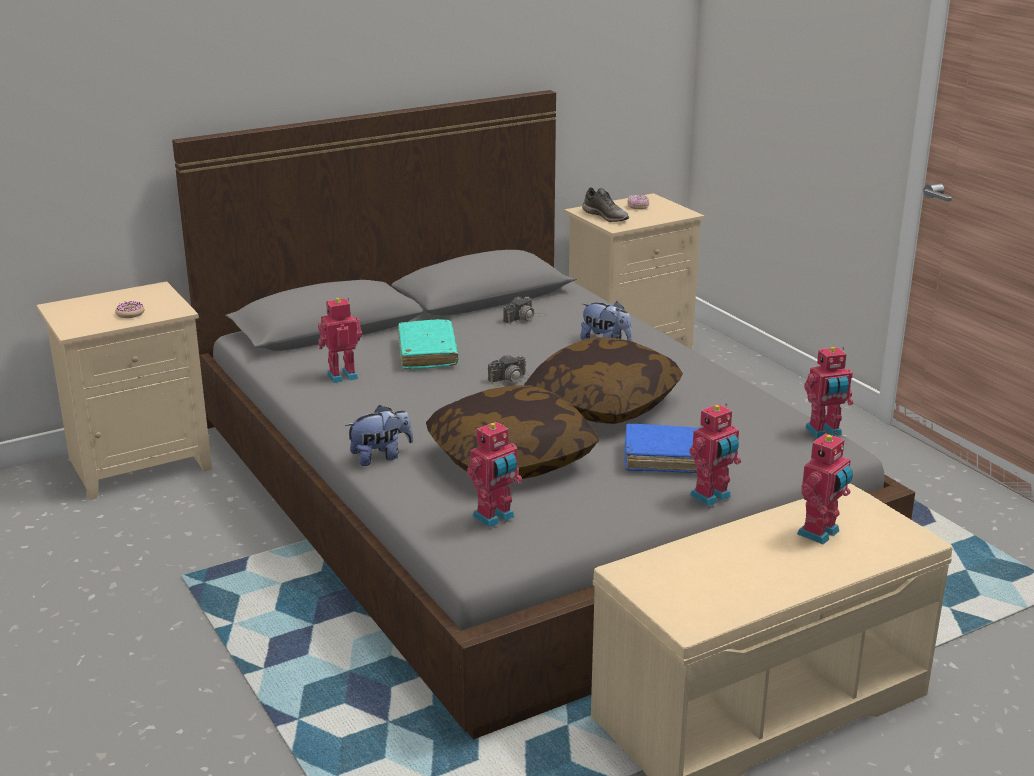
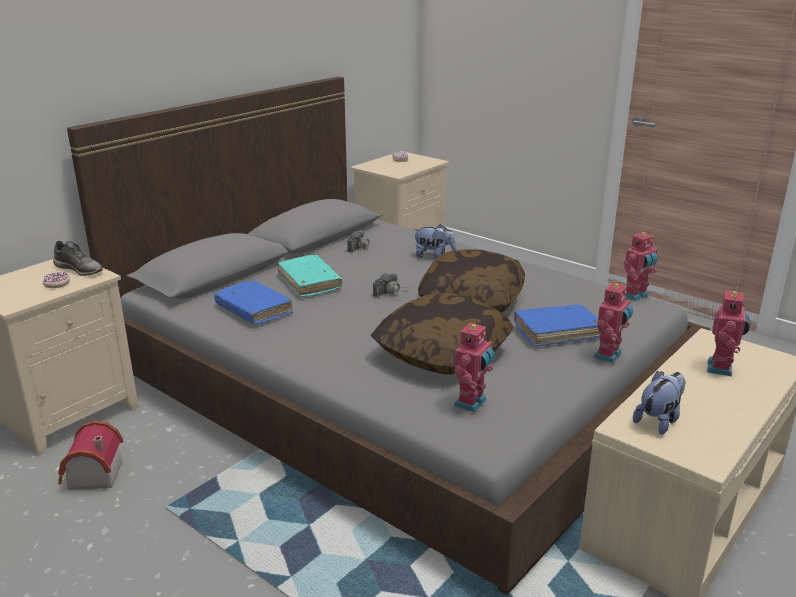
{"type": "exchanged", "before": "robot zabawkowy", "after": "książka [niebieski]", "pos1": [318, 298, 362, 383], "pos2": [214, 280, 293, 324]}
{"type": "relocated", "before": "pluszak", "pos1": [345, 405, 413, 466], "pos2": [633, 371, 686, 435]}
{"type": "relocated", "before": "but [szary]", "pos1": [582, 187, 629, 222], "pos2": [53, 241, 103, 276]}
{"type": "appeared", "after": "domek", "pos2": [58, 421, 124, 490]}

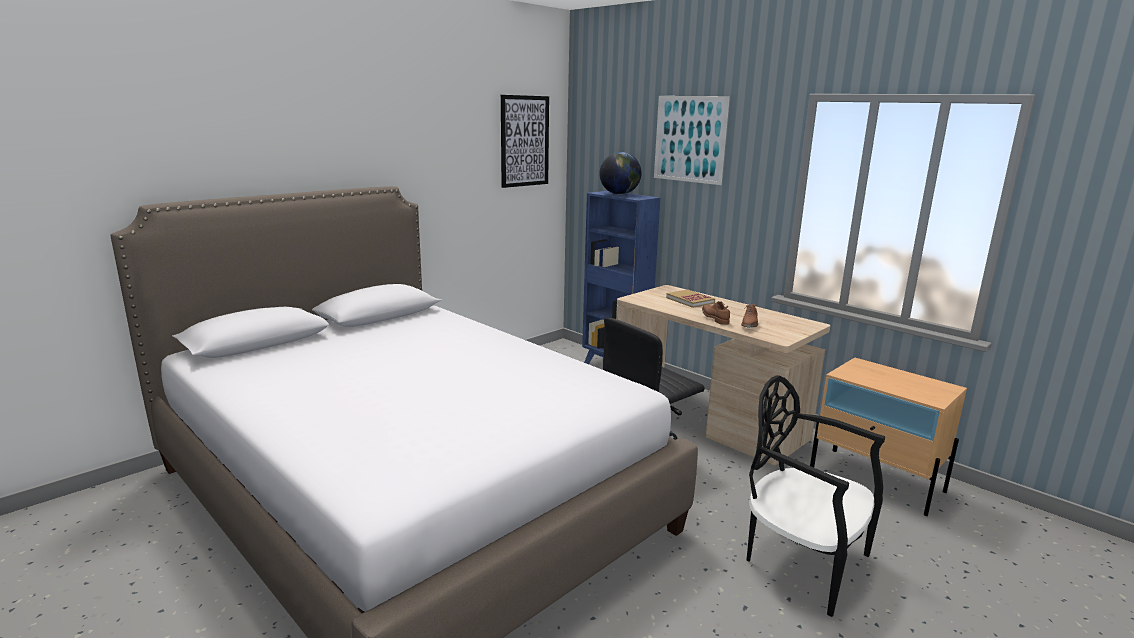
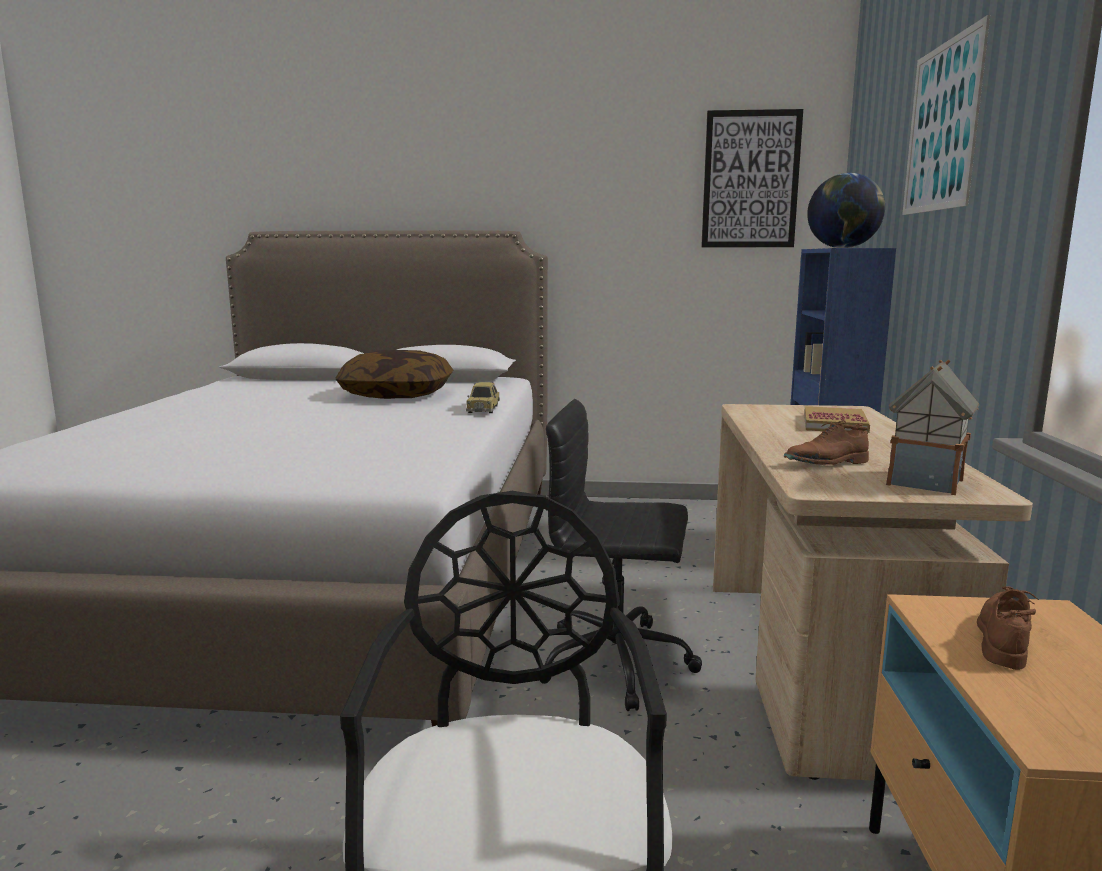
{"type": "relocated", "before": "but [brązowy]", "pos1": [702, 301, 730, 325], "pos2": [977, 586, 1038, 670]}
{"type": "appeared", "after": "poduszka", "pos2": [335, 350, 453, 399]}
{"type": "appeared", "after": "samochodzik", "pos2": [466, 382, 500, 413]}
{"type": "appeared", "after": "domek", "pos2": [886, 359, 979, 495]}

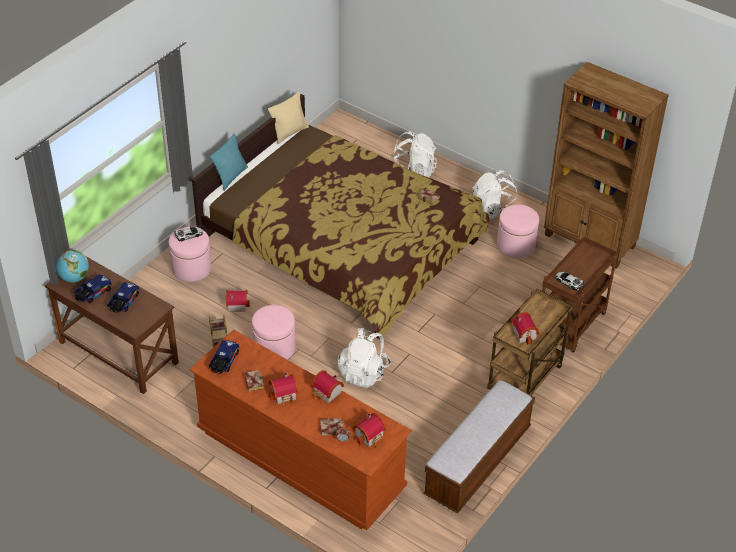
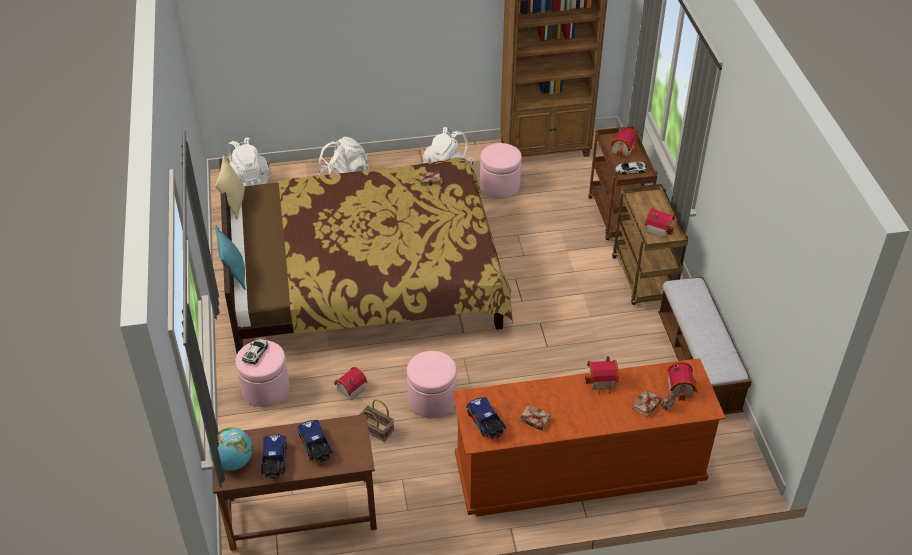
{"type": "relocated", "before": "domek", "pos1": [269, 372, 298, 407], "pos2": [611, 127, 637, 158]}
{"type": "relocated", "before": "plecak [biały]", "pos1": [338, 328, 391, 388], "pos2": [227, 137, 271, 186]}

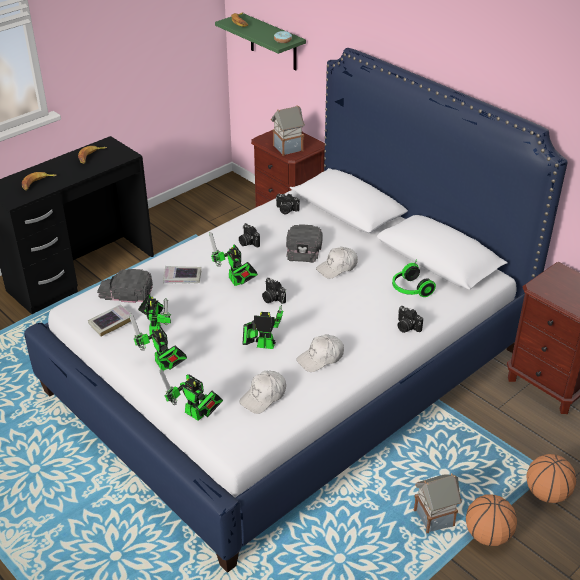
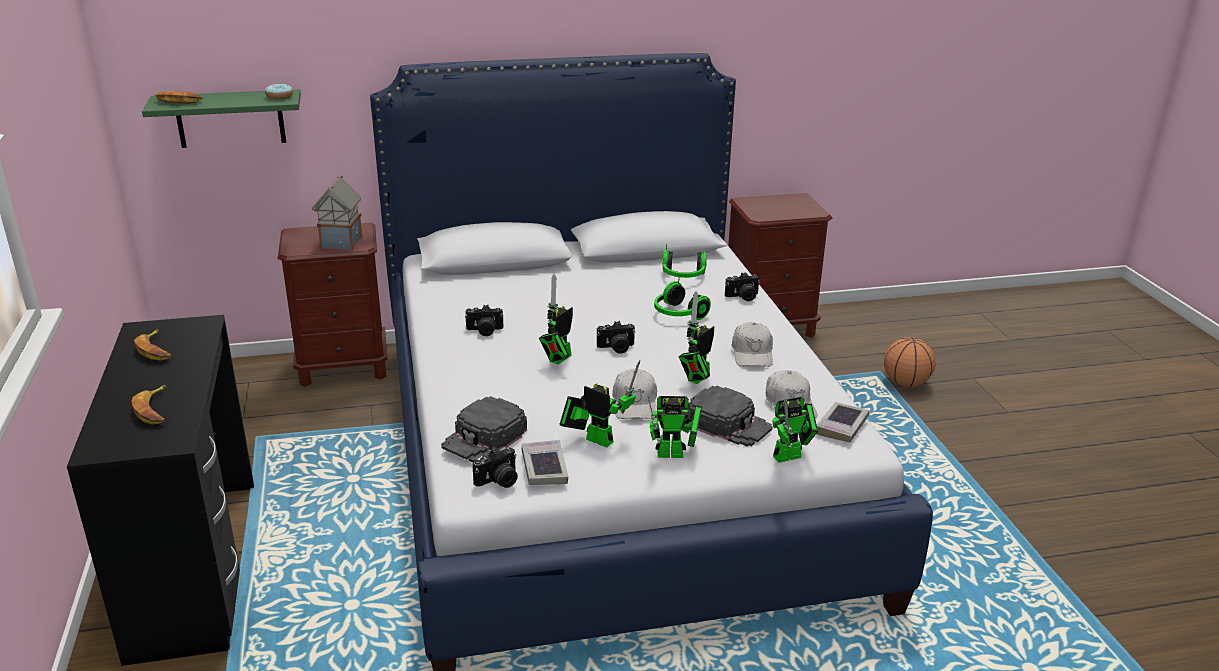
{"type": "relocated", "before": "książka", "pos1": [163, 266, 201, 283], "pos2": [817, 402, 869, 442]}
{"type": "spun", "before": "robot zabawkowy", "pos1": [209, 232, 258, 286], "pos2": [539, 274, 573, 365], "turn": 120}
{"type": "relocated", "before": "aparat fotograficzny", "pos1": [276, 193, 300, 215], "pos2": [472, 447, 518, 488]}
{"type": "relocated", "before": "czapka z daszkiem [czarny]", "pos1": [286, 224, 323, 263], "pos2": [688, 385, 773, 447]}
{"type": "relocated", "before": "czapka z daszkiem [biały]", "pos1": [316, 247, 358, 279], "pos2": [612, 369, 657, 419]}
{"type": "missing", "before": "domek", "pos1": [414, 473, 462, 533]}
{"type": "missing", "before": "piłka do koszykówki", "pos1": [466, 495, 517, 546]}
{"type": "appeared", "after": "słuchawki", "pos2": [654, 276, 711, 320]}

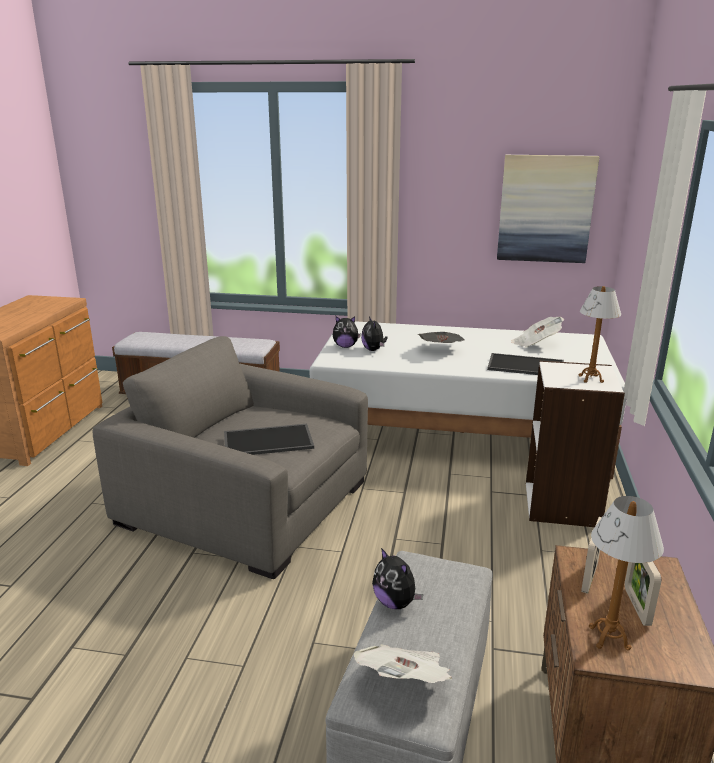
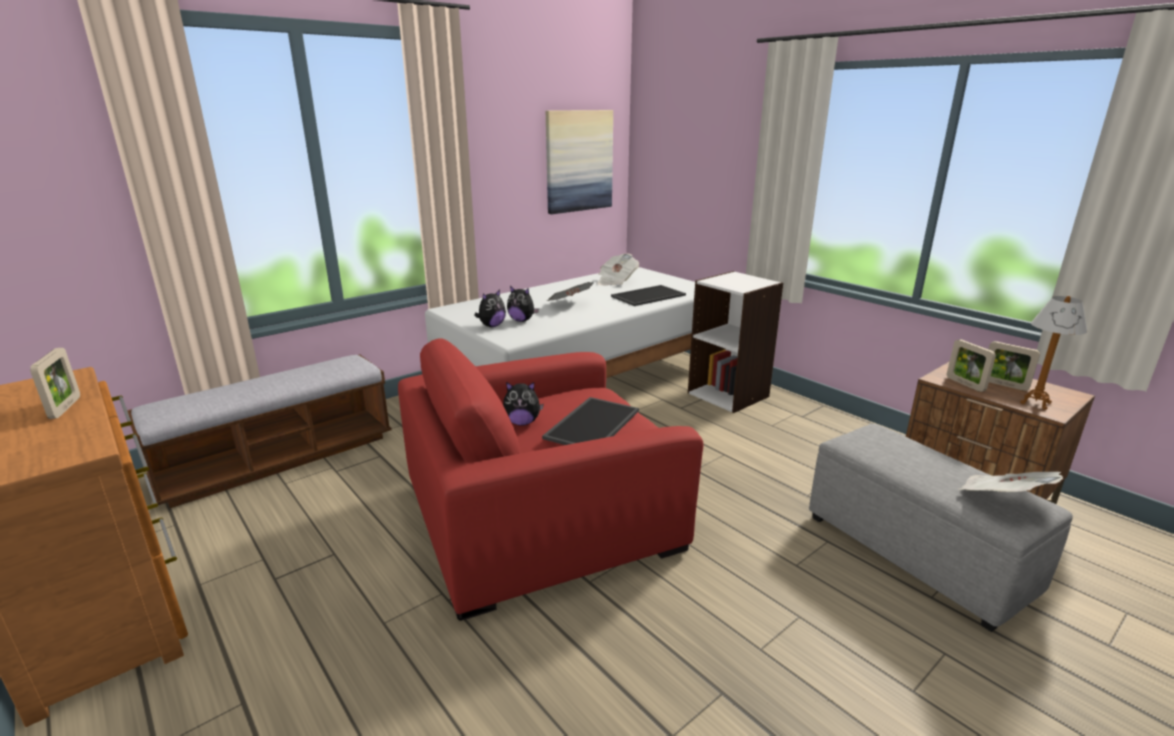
{"type": "colour", "before": "fotel [szary]", "after": "fotel [czerwony]", "pos1": [93, 336, 368, 579], "pos2": [398, 338, 703, 621]}
{"type": "relocated", "before": "pluszak", "pos1": [372, 548, 423, 609], "pos2": [503, 382, 544, 426]}
{"type": "missing", "before": "lampa stołowa", "pos1": [579, 286, 621, 383]}
{"type": "appeared", "after": "ramka na zdjęcie", "pos2": [30, 348, 80, 419]}

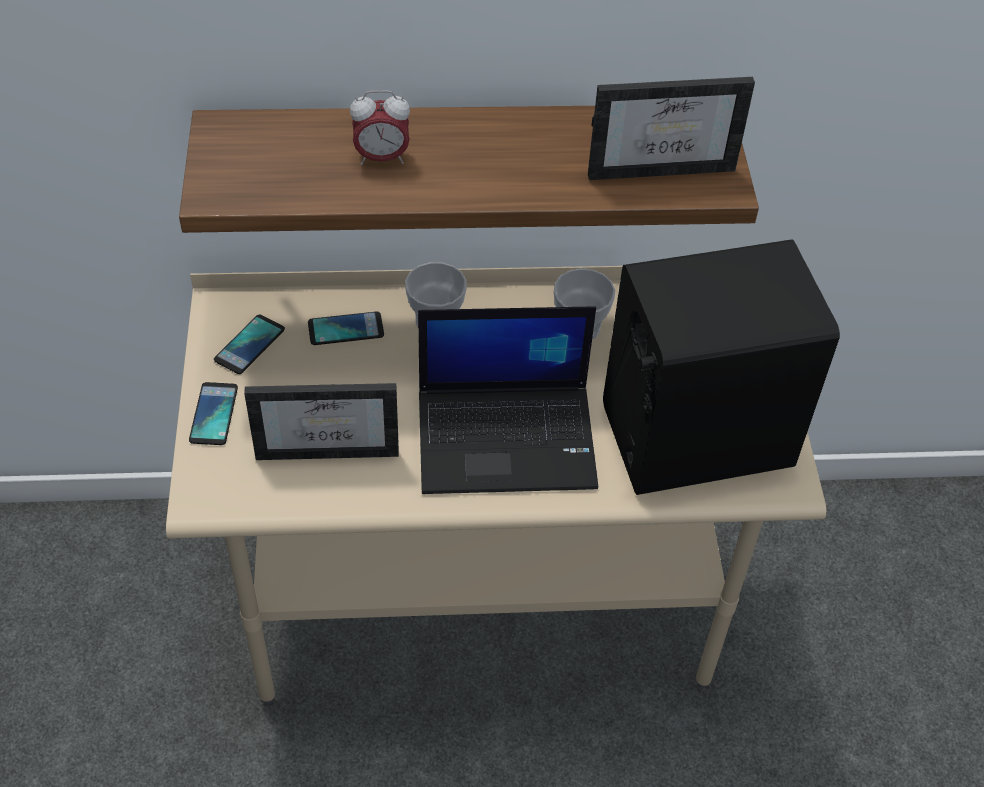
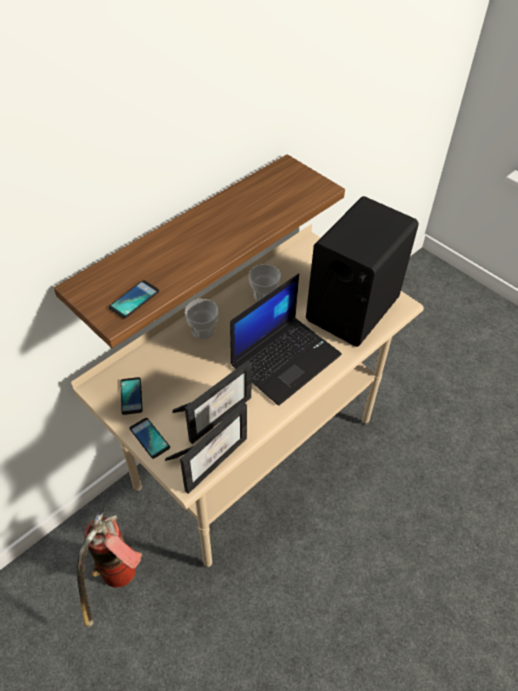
{"type": "relocated", "before": "telefon", "pos1": [308, 311, 384, 345], "pos2": [108, 280, 159, 319]}
{"type": "missing", "before": "budzik", "pos1": [350, 90, 410, 165]}
{"type": "relocated", "before": "ramka na zdjęcie", "pos1": [588, 77, 755, 180], "pos2": [165, 402, 247, 494]}
{"type": "appeared", "after": "gaśnica", "pos2": [77, 510, 142, 628]}

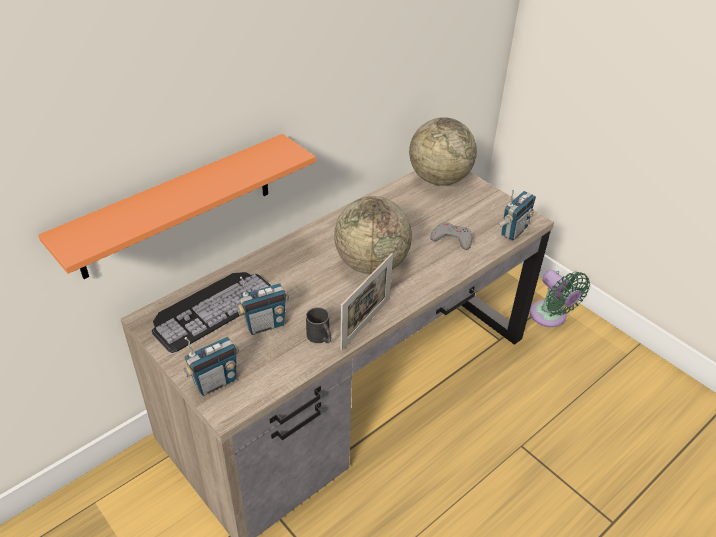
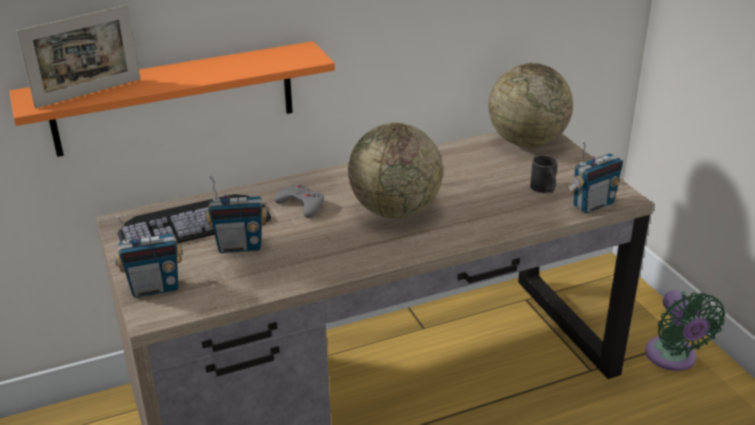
{"type": "relocated", "before": "kubek [czarny]", "pos1": [306, 307, 331, 343], "pos2": [530, 155, 557, 193]}
{"type": "relocated", "before": "ramka na zdjęcie", "pos1": [340, 253, 393, 351], "pos2": [17, 5, 140, 108]}
{"type": "relocated", "before": "pad do gier [szary]", "pos1": [430, 222, 472, 250], "pos2": [274, 184, 324, 218]}

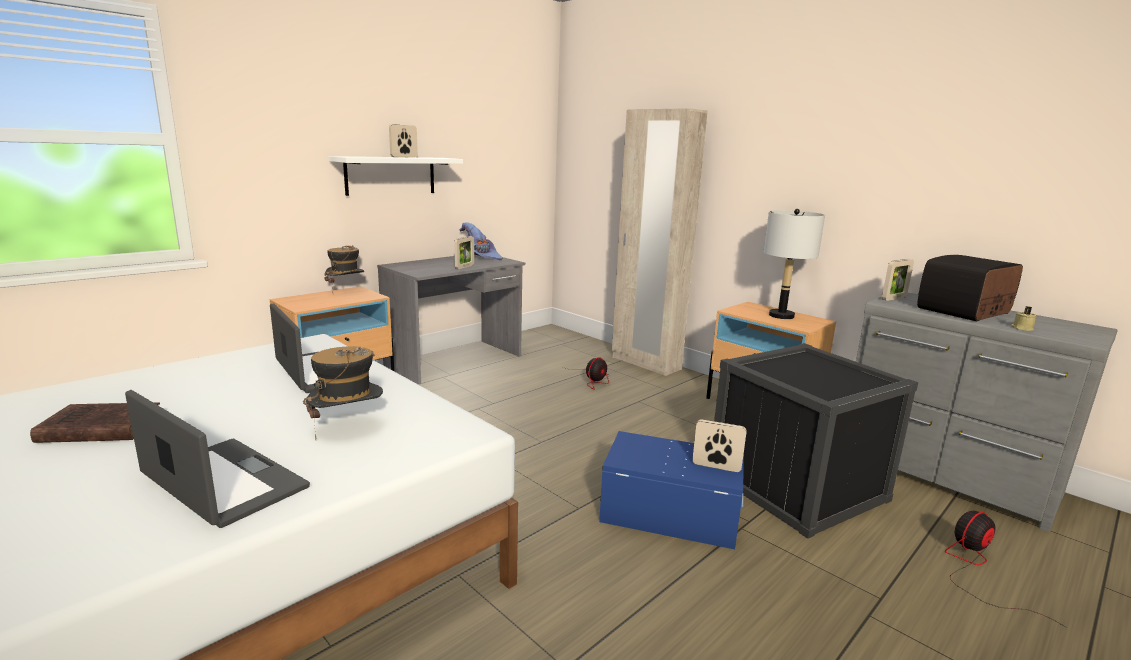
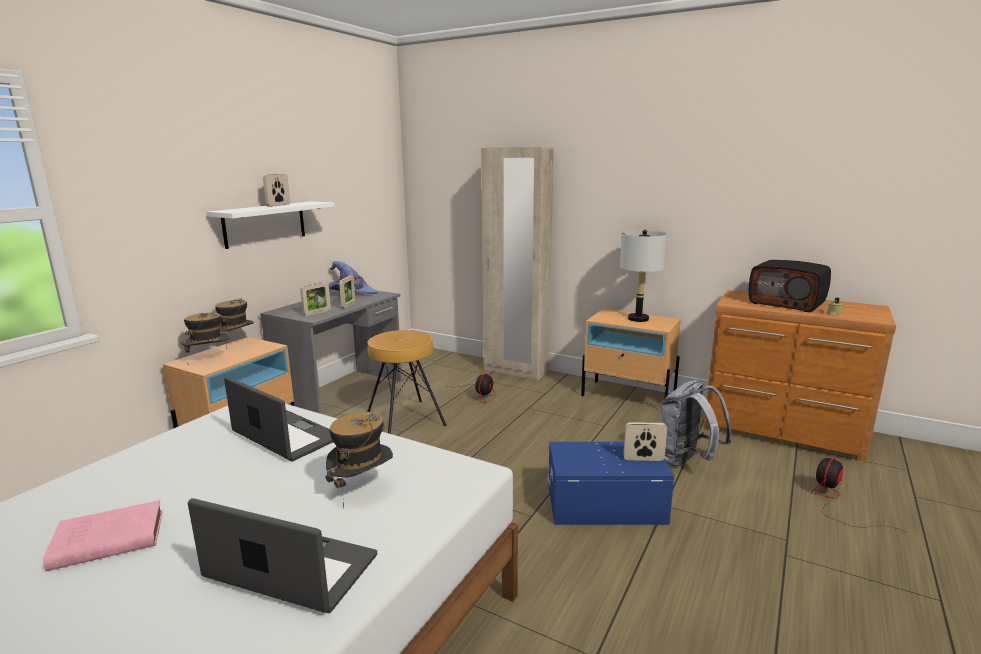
{"type": "colour", "before": "książka [brązowy]", "after": "książka [różowy]", "pos1": [30, 402, 160, 443], "pos2": [43, 500, 162, 571]}
{"type": "exchanged", "before": "pojemnik do przechowywania [czarny]", "after": "plecak [szary]", "pos1": [714, 343, 918, 539], "pos2": [661, 380, 732, 466]}
{"type": "colour", "before": "komoda [szary]", "after": "komoda [brązowy]", "pos1": [856, 293, 1118, 532], "pos2": [703, 290, 896, 462]}
{"type": "relocated", "before": "ramka na zdjęcie", "pos1": [882, 259, 914, 301], "pos2": [300, 282, 331, 316]}
{"type": "spun", "before": "radio", "pos1": [917, 255, 1023, 321], "pos2": [749, 260, 831, 312], "turn": -90}
{"type": "appeared", "after": "kapelusz", "pos2": [181, 312, 229, 366]}
{"type": "appeared", "after": "stołek [brązowy]", "pos2": [367, 330, 446, 434]}

